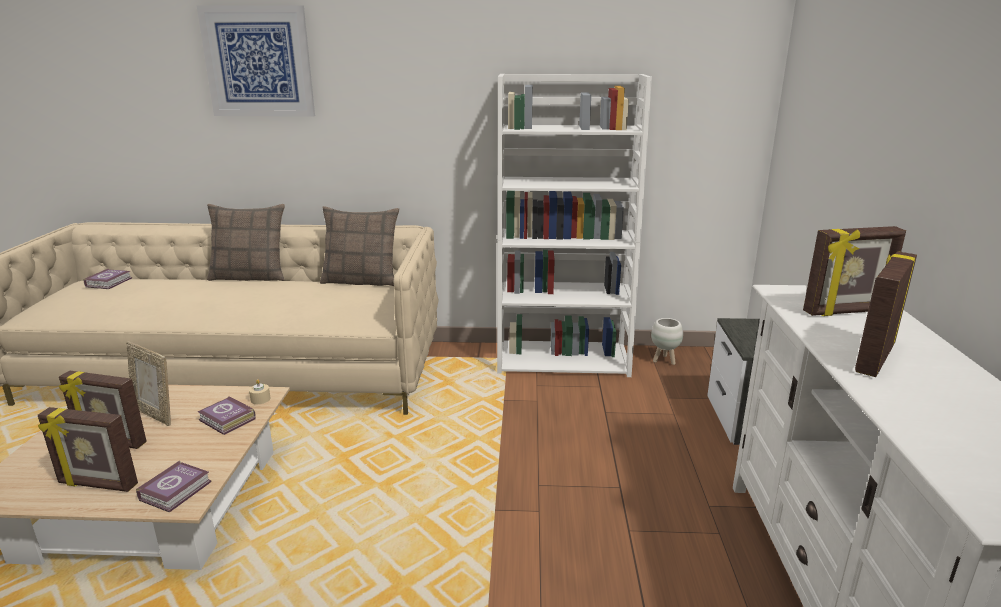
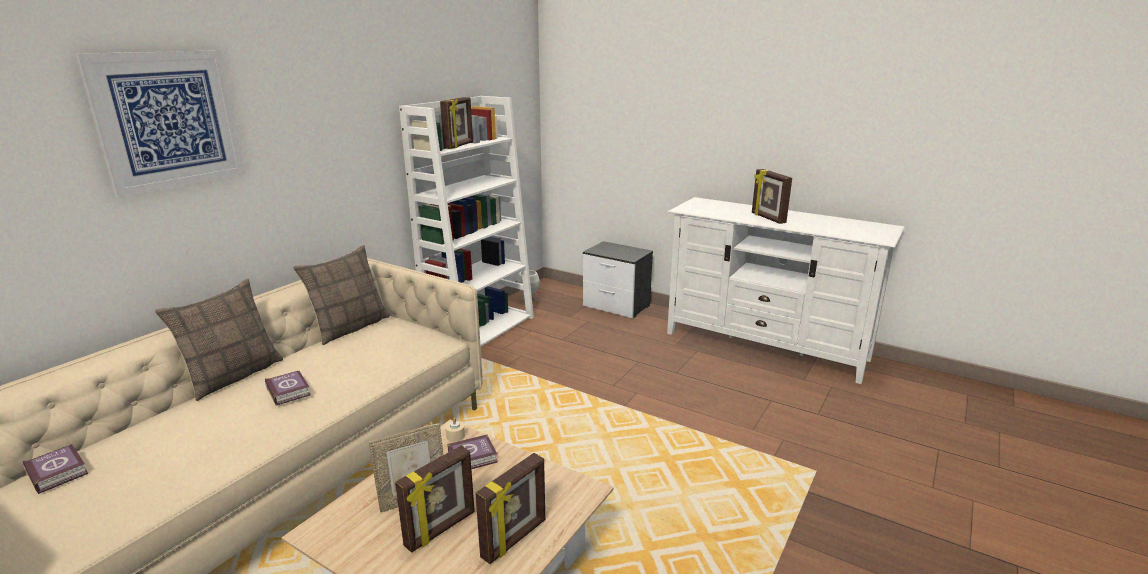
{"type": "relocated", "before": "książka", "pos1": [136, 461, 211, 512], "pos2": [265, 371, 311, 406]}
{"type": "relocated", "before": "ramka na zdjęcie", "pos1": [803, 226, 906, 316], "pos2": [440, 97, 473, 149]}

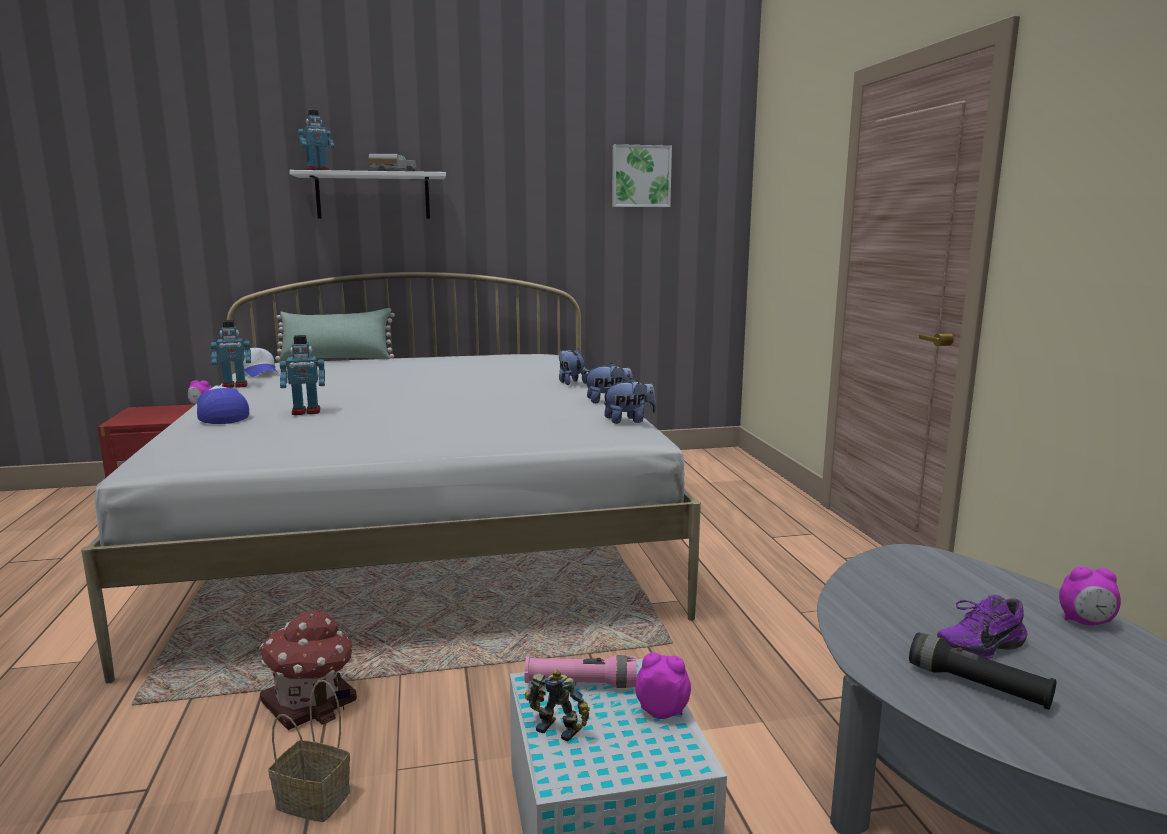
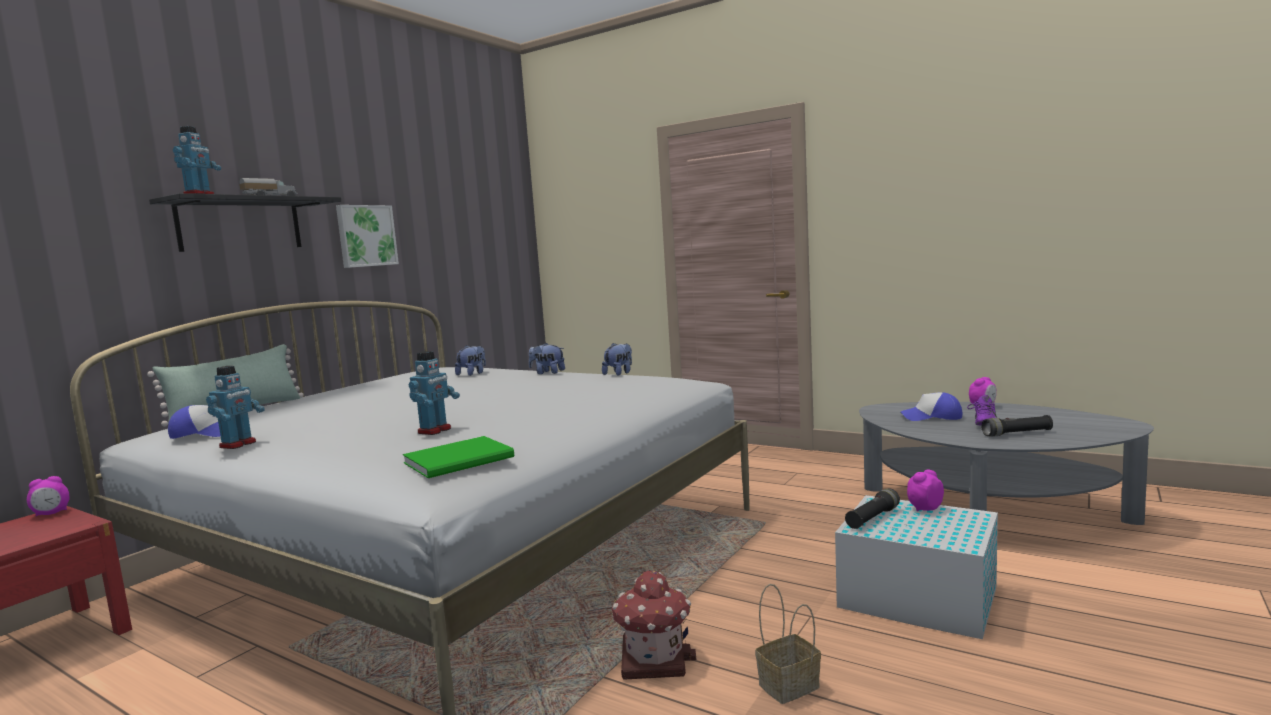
{"type": "relocated", "before": "czapka z daszkiem", "pos1": [197, 386, 249, 424], "pos2": [901, 392, 963, 421]}
{"type": "colour", "before": "półka [biały]", "after": "półka [czarny]", "pos1": [289, 170, 446, 219], "pos2": [149, 193, 341, 252]}
{"type": "colour", "before": "latarka [różowy]", "after": "latarka [czarny]", "pos1": [524, 655, 637, 688], "pos2": [845, 488, 900, 529]}
{"type": "missing", "before": "robot zabawkowy", "pos1": [525, 669, 590, 742]}
{"type": "relocated", "before": "pluszak", "pos1": [602, 378, 656, 424], "pos2": [455, 345, 486, 376]}
{"type": "relocated", "before": "obraz", "pos1": [612, 144, 672, 207], "pos2": [336, 205, 399, 268]}
{"type": "appeared", "after": "książka [zielony]", "pos2": [403, 436, 514, 478]}

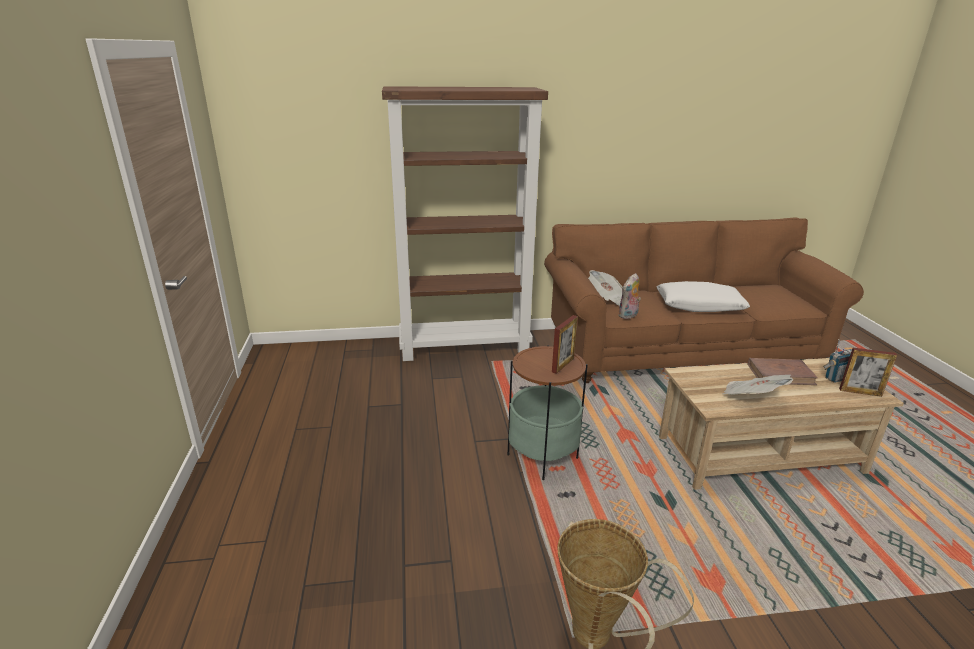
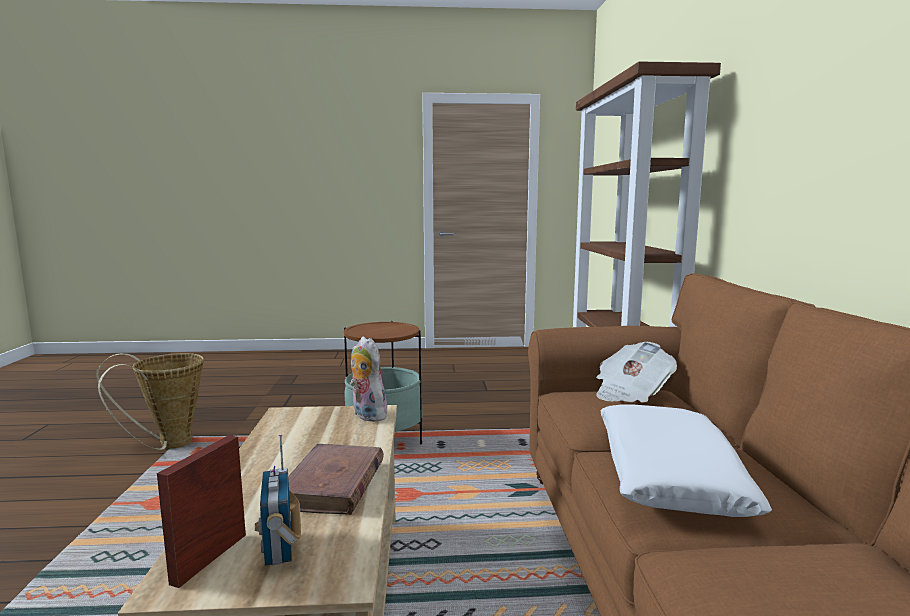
{"type": "missing", "before": "ramka na zdjęcie", "pos1": [552, 315, 578, 374]}
{"type": "relocated", "before": "pluszak", "pos1": [619, 273, 641, 319], "pos2": [350, 337, 387, 422]}
{"type": "missing", "before": "gazeta", "pos1": [723, 375, 793, 395]}

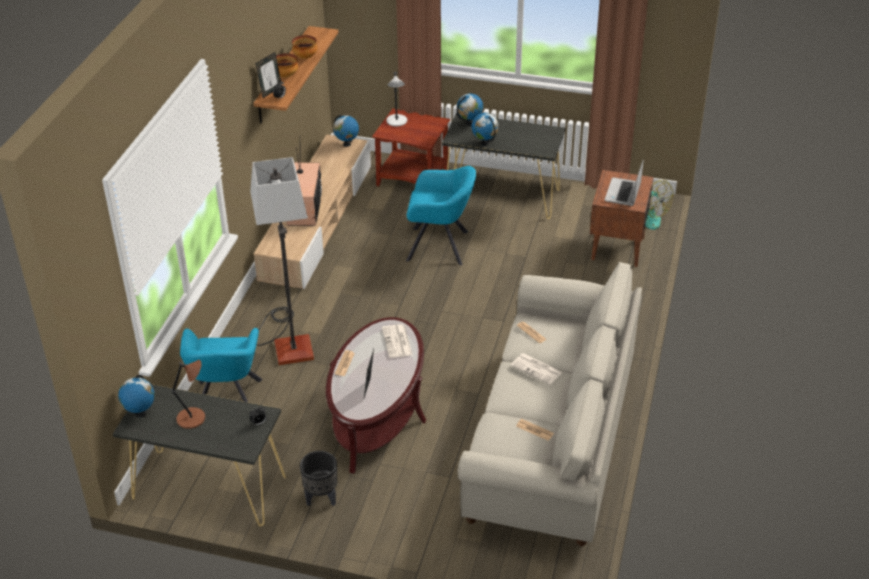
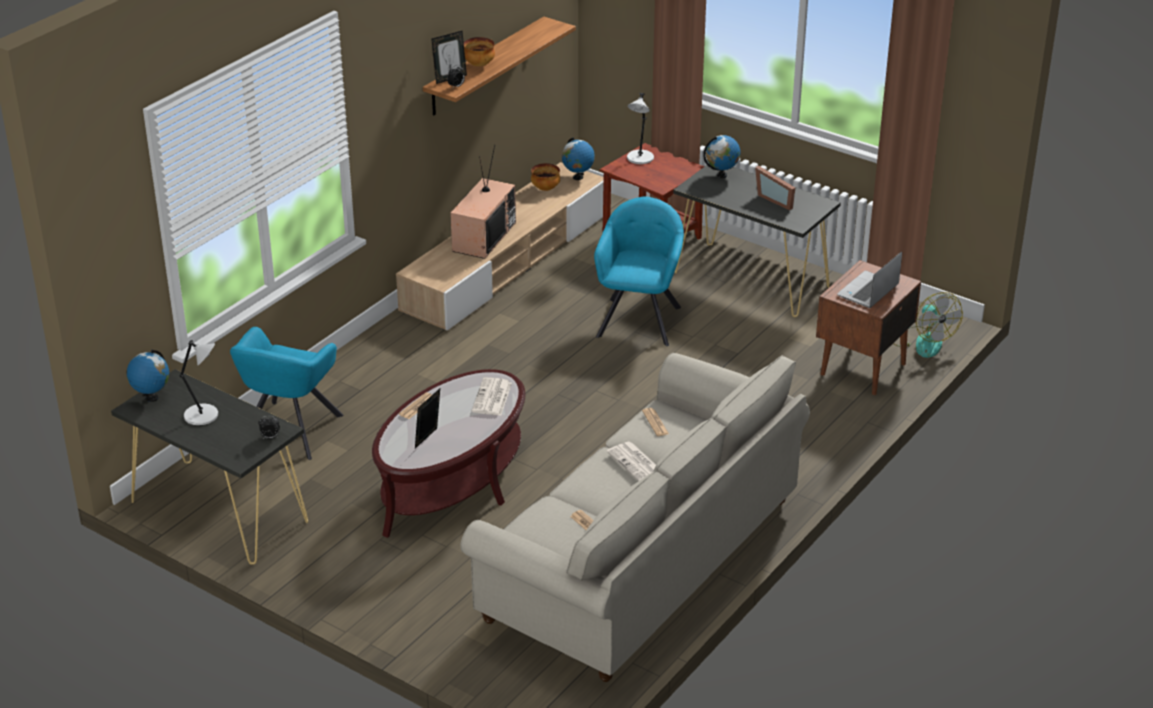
{"type": "colour", "before": "lampa stołowa [brązowy]", "after": "lampa stołowa [szary]", "pos1": [172, 360, 205, 429], "pos2": [180, 340, 218, 426]}
{"type": "missing", "before": "lampa stojąca", "pos1": [250, 157, 314, 365]}
{"type": "relocated", "before": "miska", "pos1": [292, 35, 317, 59], "pos2": [531, 163, 560, 191]}
{"type": "missing", "before": "donica [czarny]", "pos1": [300, 451, 337, 506]}
{"type": "spun", "before": "fotel [turkusowy]", "pos1": [406, 166, 476, 265], "pos2": [594, 197, 684, 346], "turn": -105}
{"type": "missing", "before": "globus", "pos1": [472, 113, 499, 146]}
{"type": "appeared", "after": "ramka na zdjęcie", "pos2": [755, 166, 795, 210]}

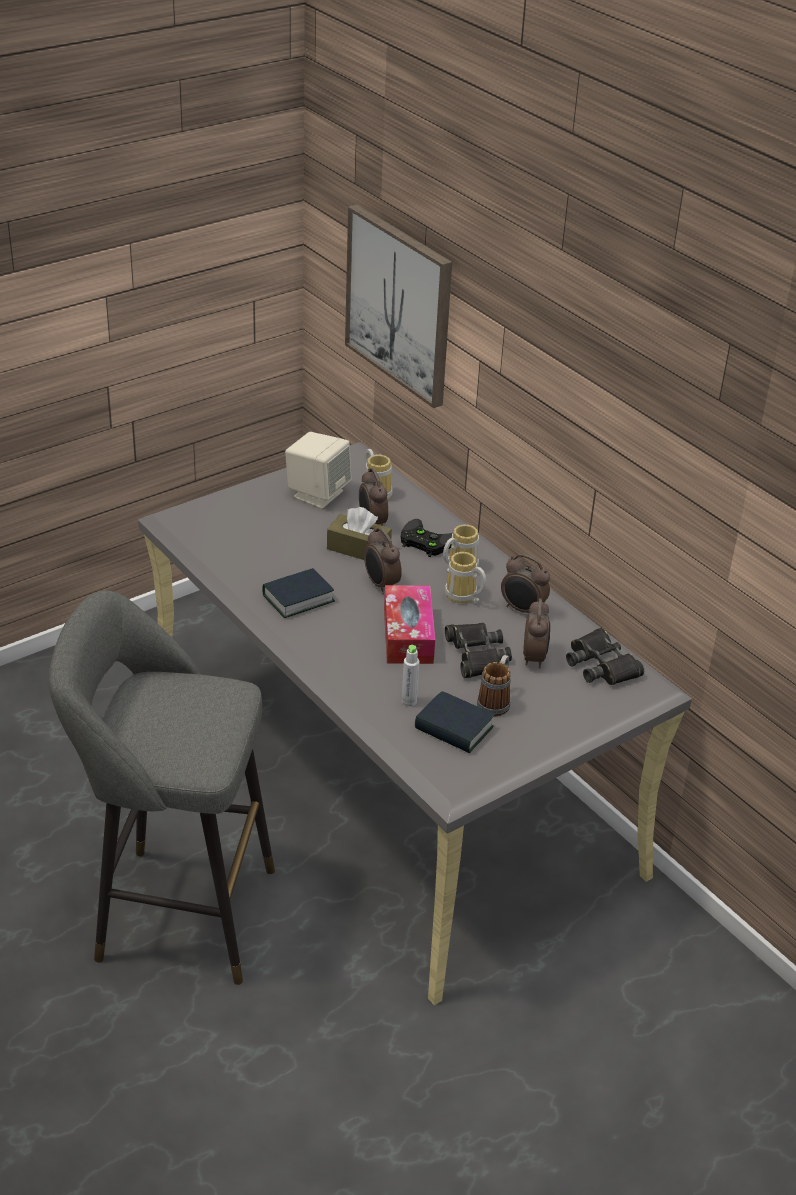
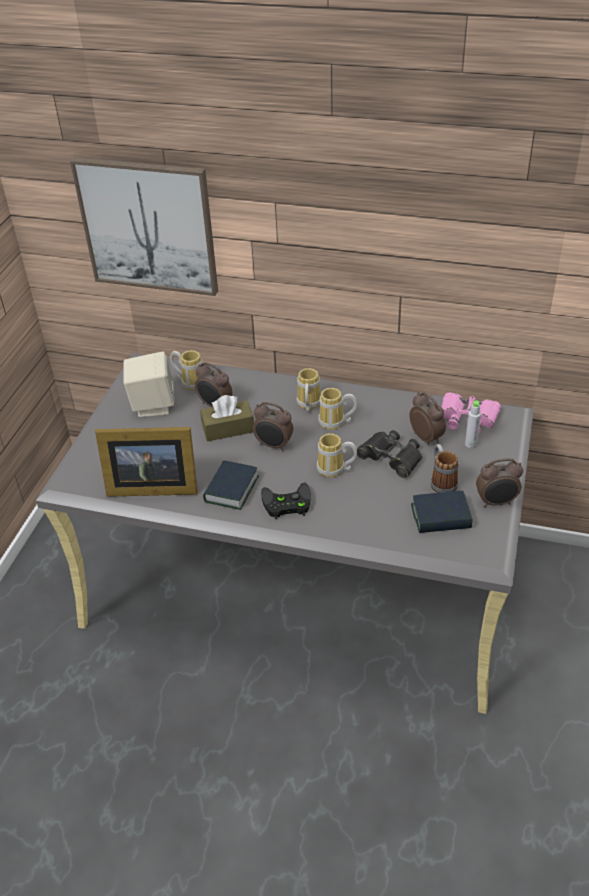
{"type": "missing", "before": "stołek [szary]", "pos1": [48, 591, 275, 985]}
{"type": "exchanged", "before": "pudełko chusteczek", "after": "kubek", "pos1": [384, 585, 435, 664], "pos2": [317, 433, 357, 477]}
{"type": "relocated", "before": "pad do gier [czarny]", "pos1": [401, 519, 453, 557], "pos2": [261, 482, 311, 519]}
{"type": "relocated", "before": "butelka [szary]", "pos1": [402, 645, 419, 707], "pos2": [465, 400, 481, 448]}
{"type": "relocated", "before": "budzik", "pos1": [501, 554, 550, 613], "pos2": [476, 458, 523, 507]}
{"type": "colour", "before": "lornetka [czarny]", "after": "lornetka [różowy]", "pos1": [566, 628, 644, 685], "pos2": [441, 393, 501, 434]}
{"type": "appeared", "after": "ramka na zdjęcie", "pos2": [95, 427, 198, 497]}

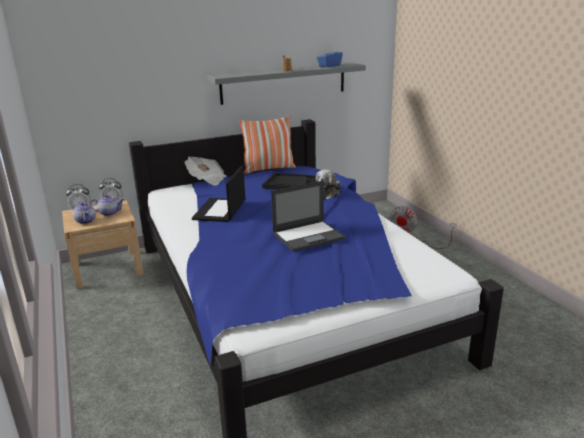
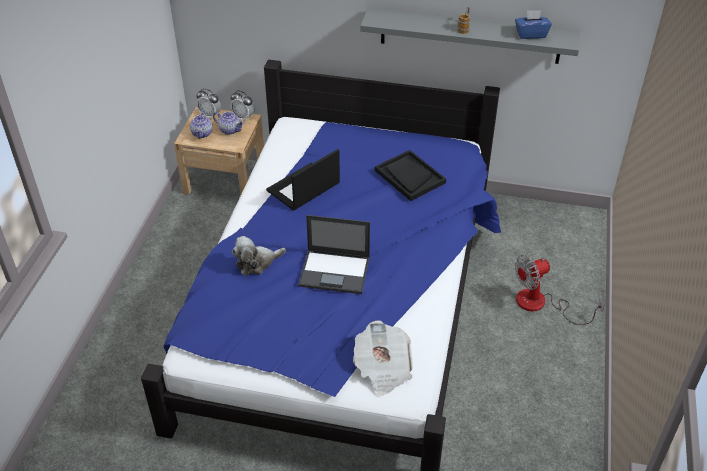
{"type": "relocated", "before": "gazeta", "pos1": [184, 156, 226, 185], "pos2": [353, 320, 413, 396]}
{"type": "missing", "before": "poduszka", "pos1": [239, 116, 296, 174]}
{"type": "relocated", "before": "pluszak", "pos1": [316, 169, 341, 199], "pos2": [232, 236, 286, 276]}

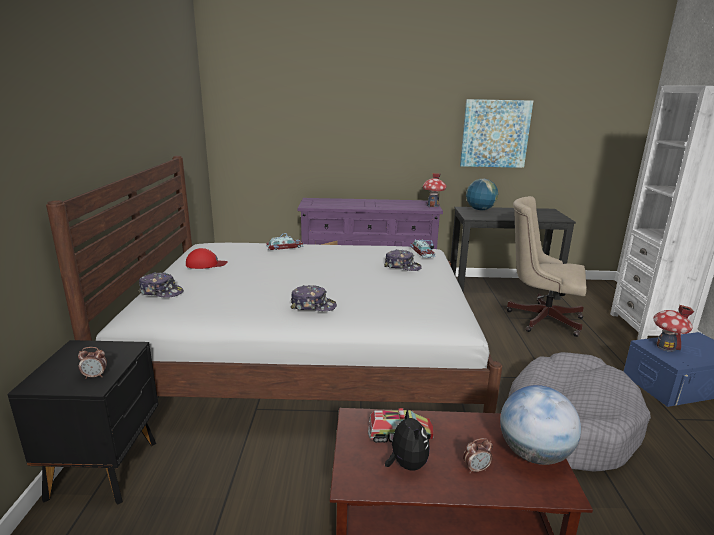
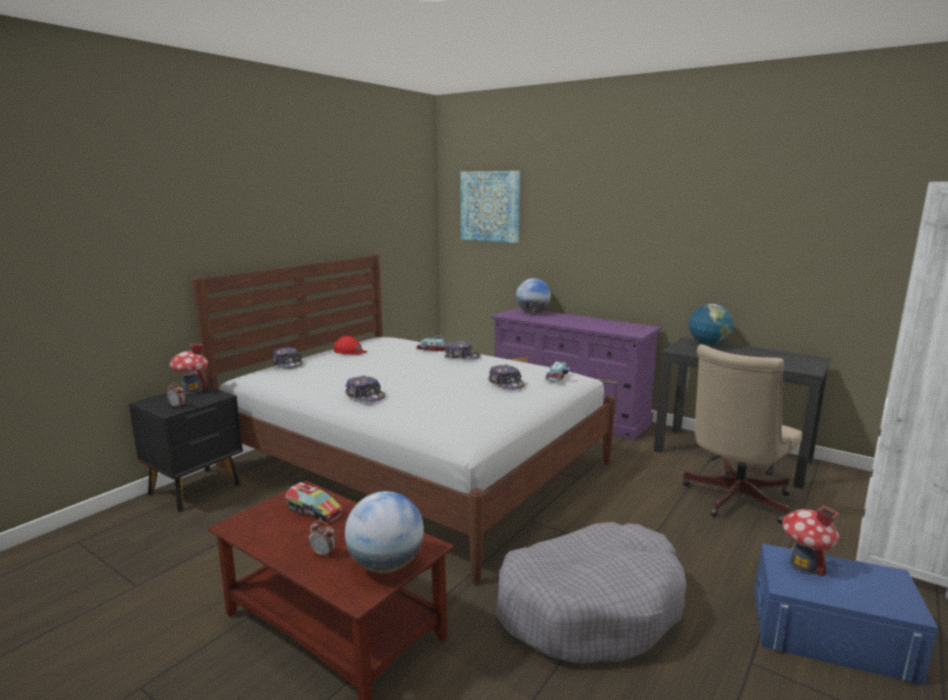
{"type": "missing", "before": "pluszak", "pos1": [385, 409, 430, 470]}
{"type": "relocated", "before": "domek", "pos1": [423, 173, 447, 207], "pos2": [170, 344, 208, 394]}
{"type": "relocated", "before": "obraz", "pos1": [460, 99, 533, 168], "pos2": [460, 171, 520, 243]}
{"type": "spun", "before": "krzesło biurowe [beżowy]", "pos1": [507, 196, 587, 337], "pos2": [683, 344, 802, 524], "turn": -105}
{"type": "appeared", "after": "czapka z daszkiem", "pos2": [445, 341, 481, 360]}
{"type": "appeared", "after": "globus", "pos2": [516, 278, 551, 313]}

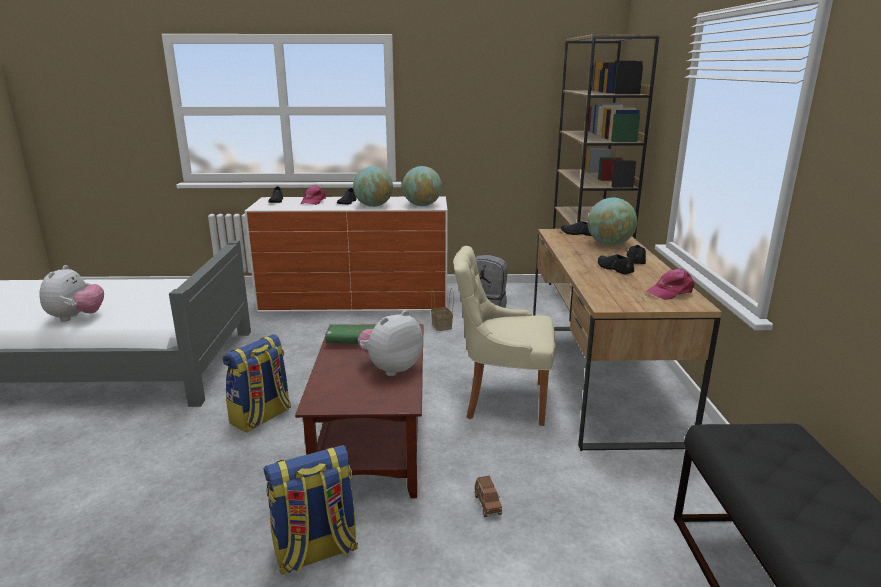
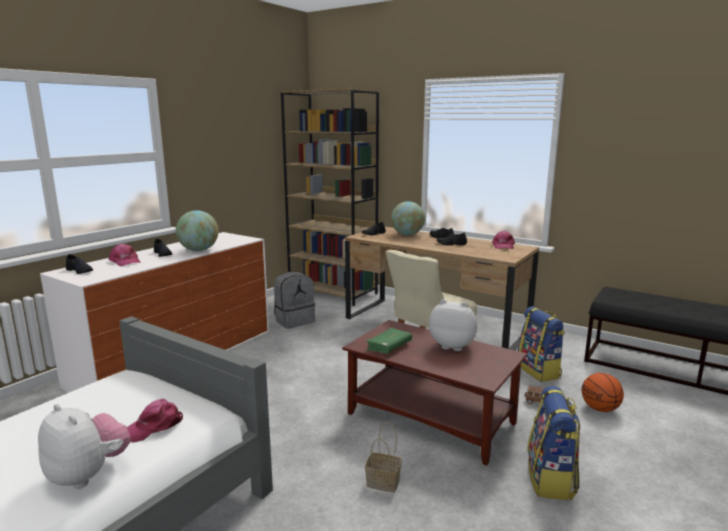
{"type": "relocated", "before": "plecak", "pos1": [223, 334, 291, 433], "pos2": [518, 306, 565, 382]}
{"type": "spun", "before": "pluszak", "pos1": [358, 310, 423, 376], "pos2": [429, 299, 477, 351], "turn": 120}
{"type": "missing", "before": "globus", "pos1": [402, 166, 442, 206]}
{"type": "relocated", "before": "koszyk", "pos1": [431, 288, 454, 331], "pos2": [365, 422, 402, 493]}
{"type": "appeared", "after": "czapka z daszkiem [różowy]", "pos2": [127, 399, 183, 443]}
{"type": "appeared", "after": "piłka do koszykówki", "pos2": [582, 373, 624, 412]}

